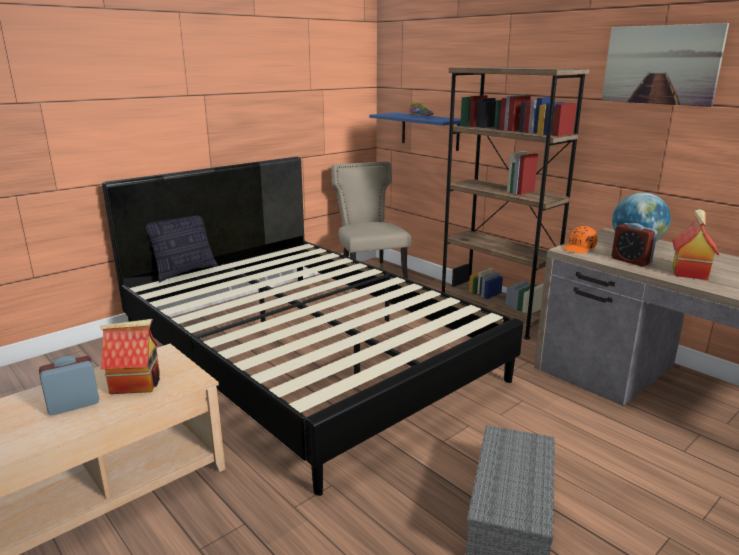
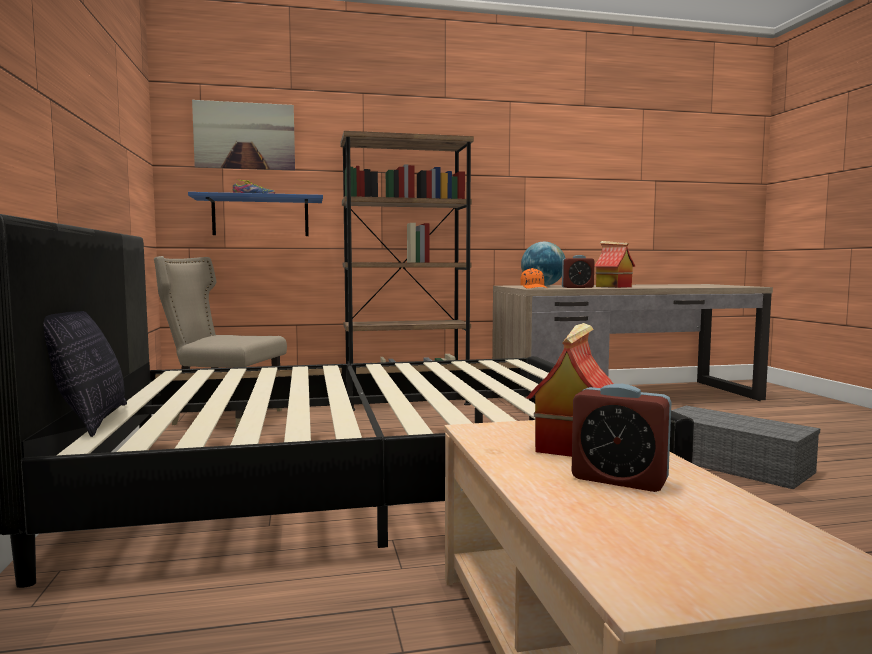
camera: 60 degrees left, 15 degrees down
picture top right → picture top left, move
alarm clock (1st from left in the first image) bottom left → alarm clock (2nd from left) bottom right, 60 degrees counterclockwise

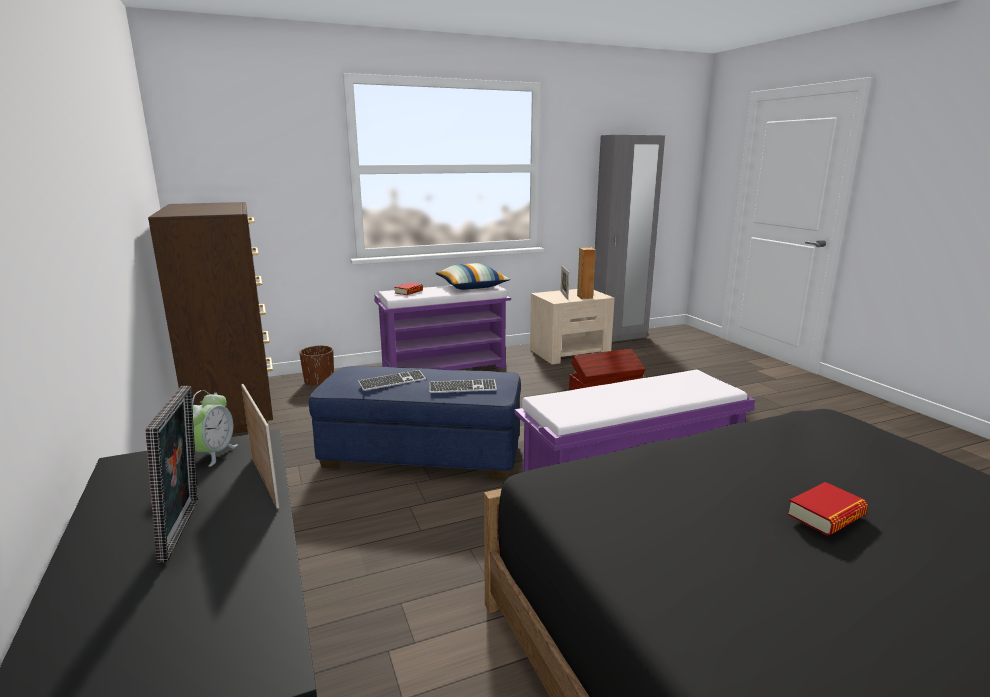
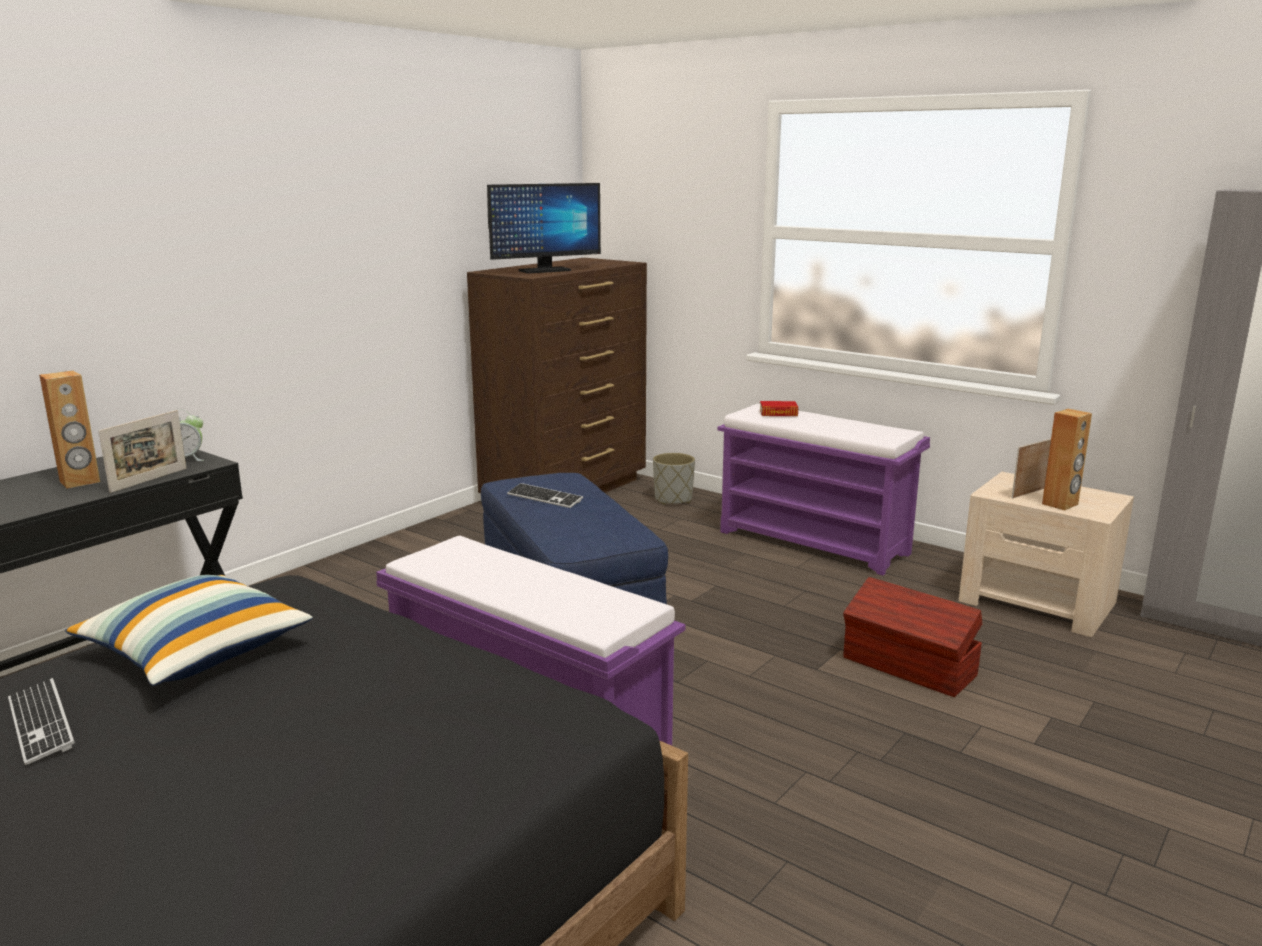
camera: 60 degrees right, 0 degrees up
book (2nd from left) bottom right → -
- → monitor top centre
keyboard (2nd from left in the first image) centre → keyboard (1st from left) bottom left, move
pillow centre → pillow middle left, move
picture frame (1st from left) bottom left → brown speaker (1st from left) middle left
brown planter middle left → grey planter centre

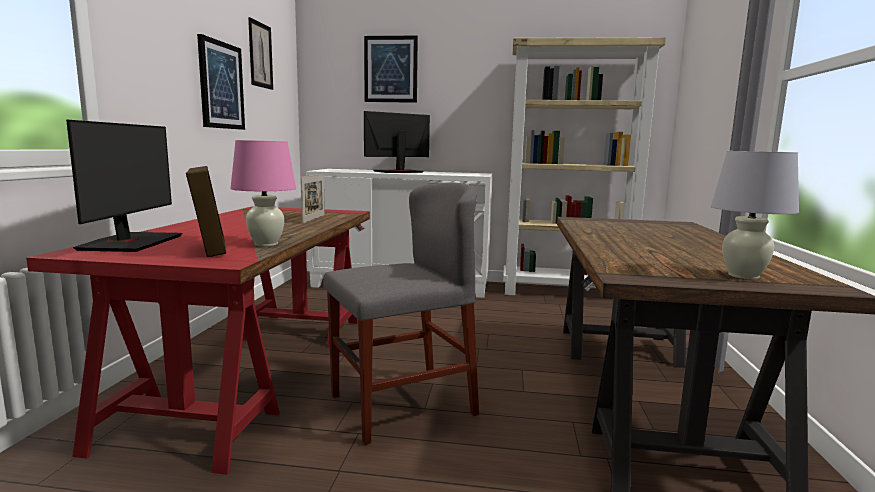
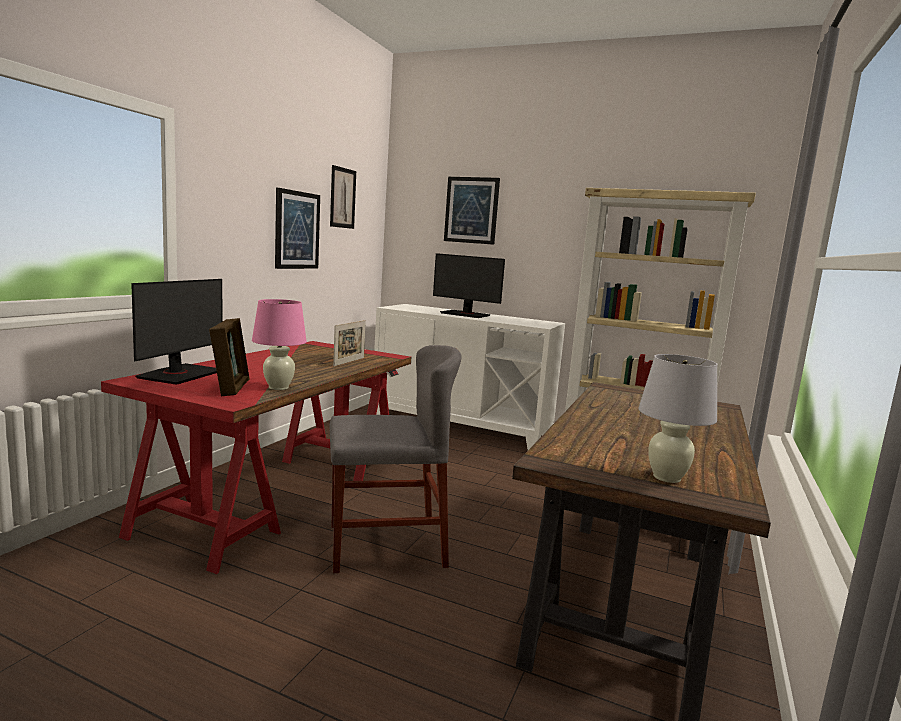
camera: 15 degrees right, 0 degrees up
monitor (2nd from left) top centre → monitor (2nd from left) centre, 135 degrees counterclockwise

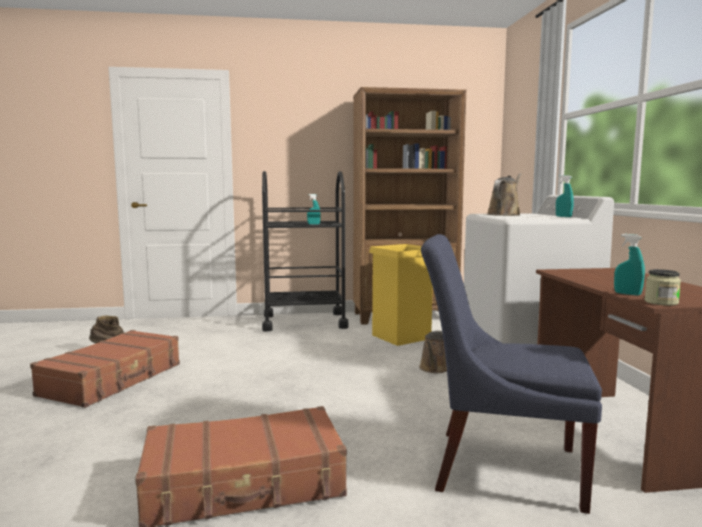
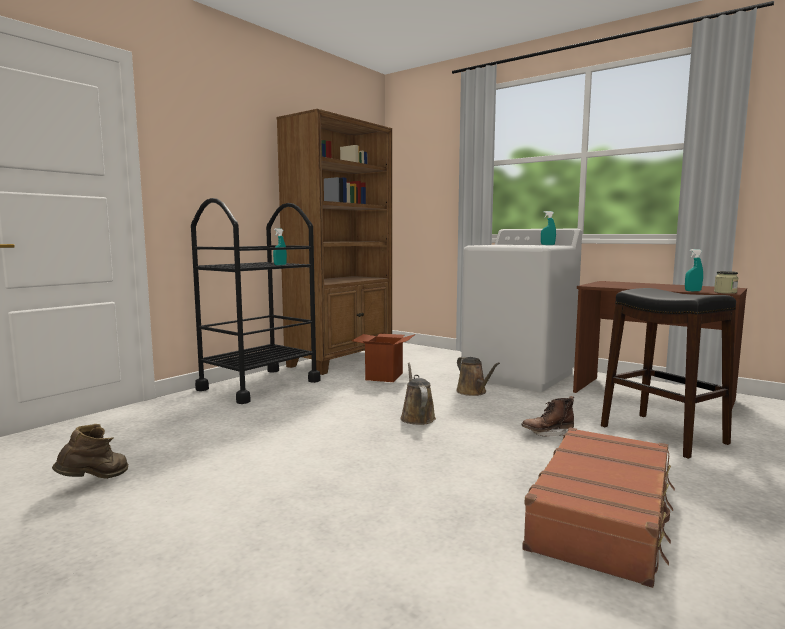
camera: 45 degrees left, 0 degrees up
brown suitcase (1st from left) bottom left → -
- → brown boot (2nd from left) middle right
brown watering can (2nd from left in the first image) middle right → brown watering can (1st from left) centre, move
yellow trash can centre → cardboard box centre
blue chair bottom right → black stool middle right

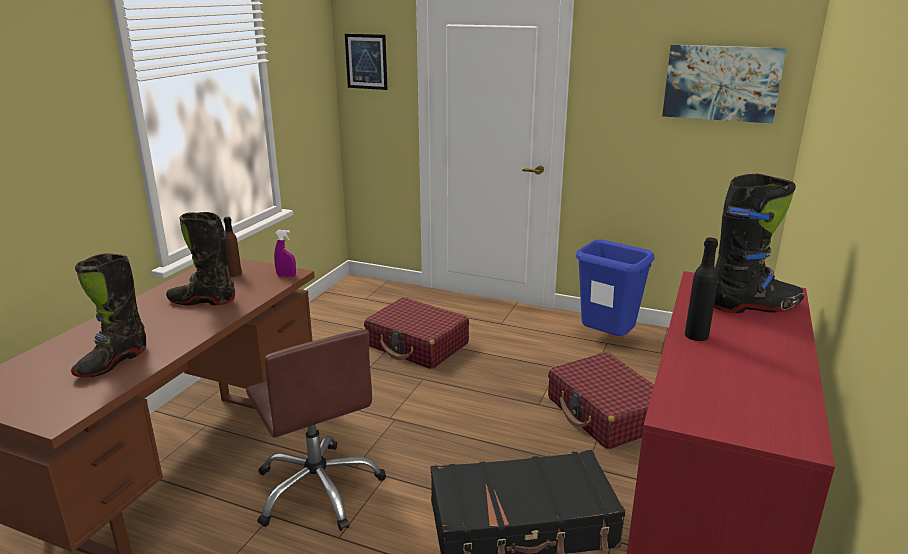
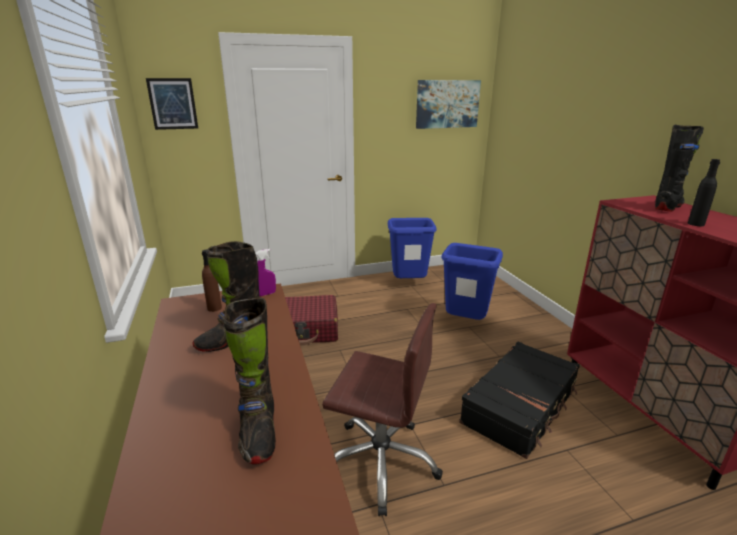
camera: 40 degrees left, 0 degrees up
red suitcase (2nd from left) bottom centre → blue trash can (2nd from left) centre

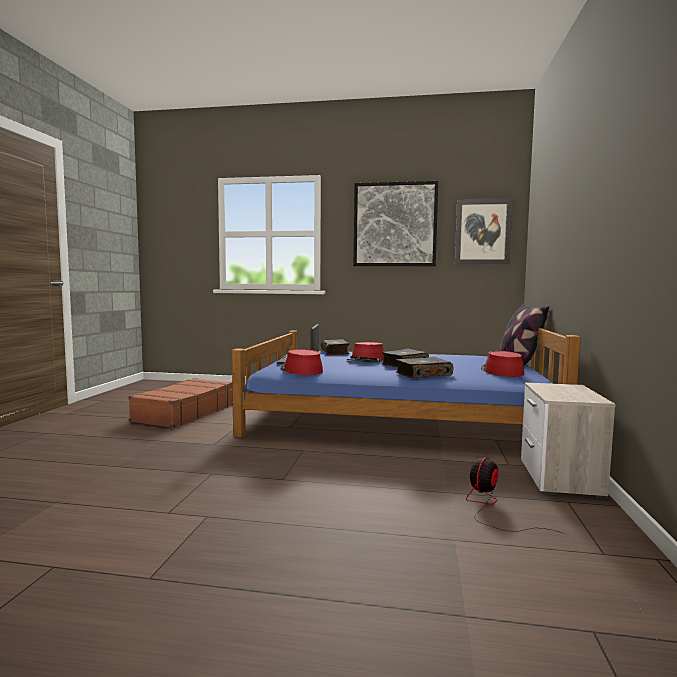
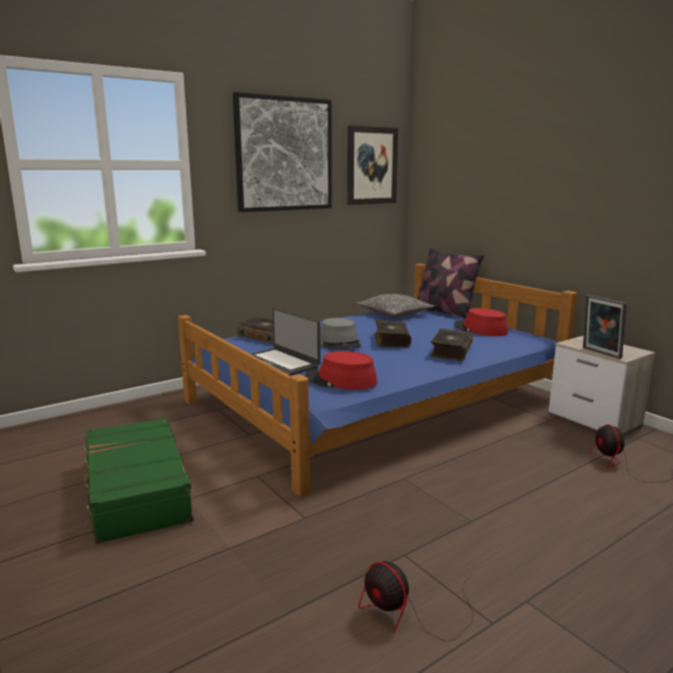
camera: 45 degrees left, 10 degrees up
- → pillow (1st from left) centre
- → fan (1st from left) bottom centre
- → picture frame middle right
brown suitcase middle left → green suitcase bottom left
red hat (2nd from left) centre → grey hat centre

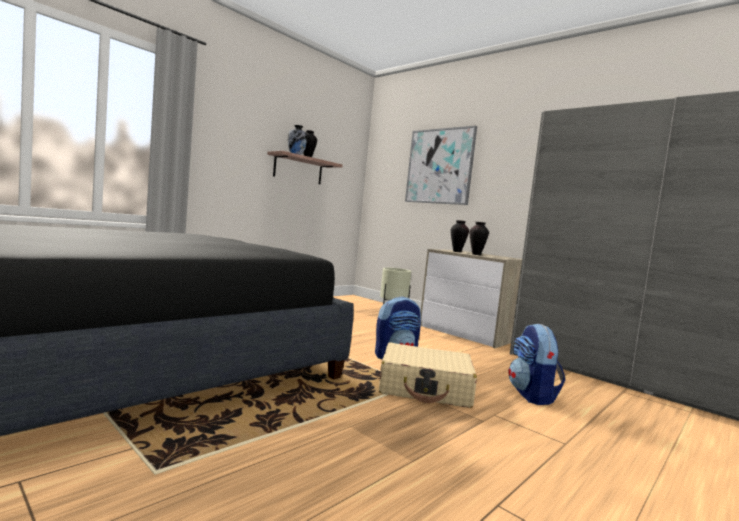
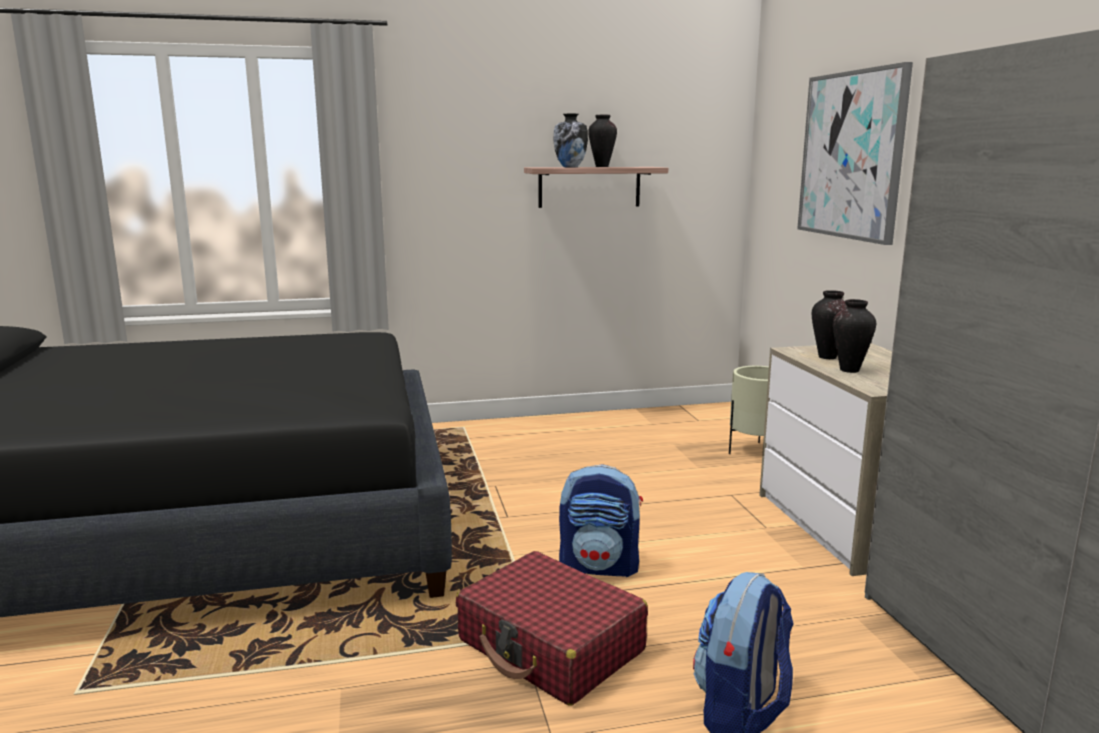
camera: 35 degrees right, 10 degrees up
beige suitcase bottom centre → red suitcase bottom centre

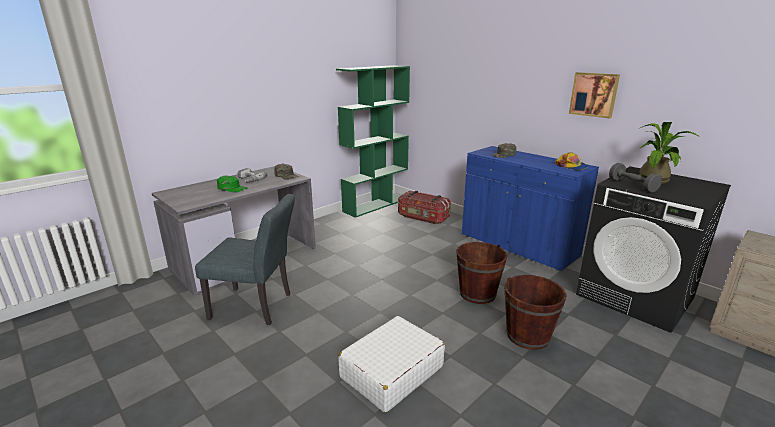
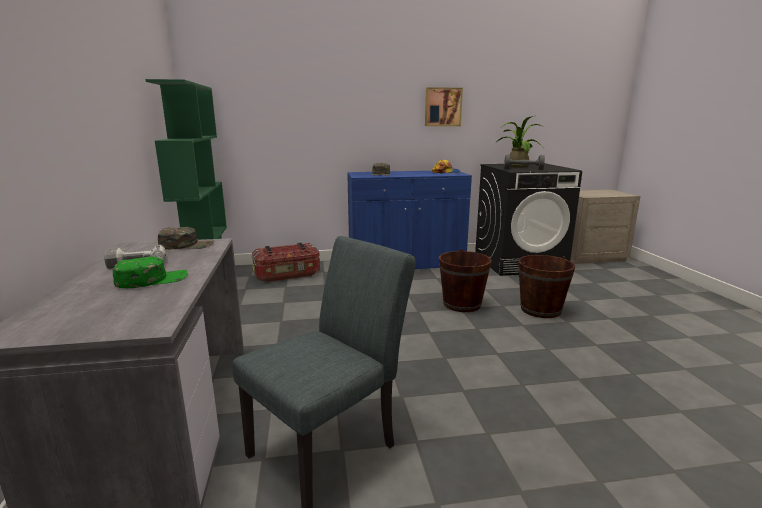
camera: 55 degrees left, 5 degrees down
white suitcase bottom centre → -

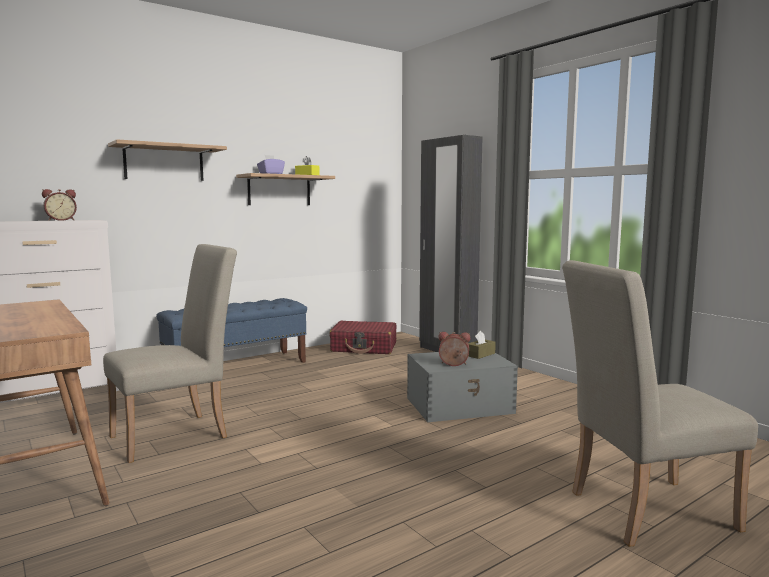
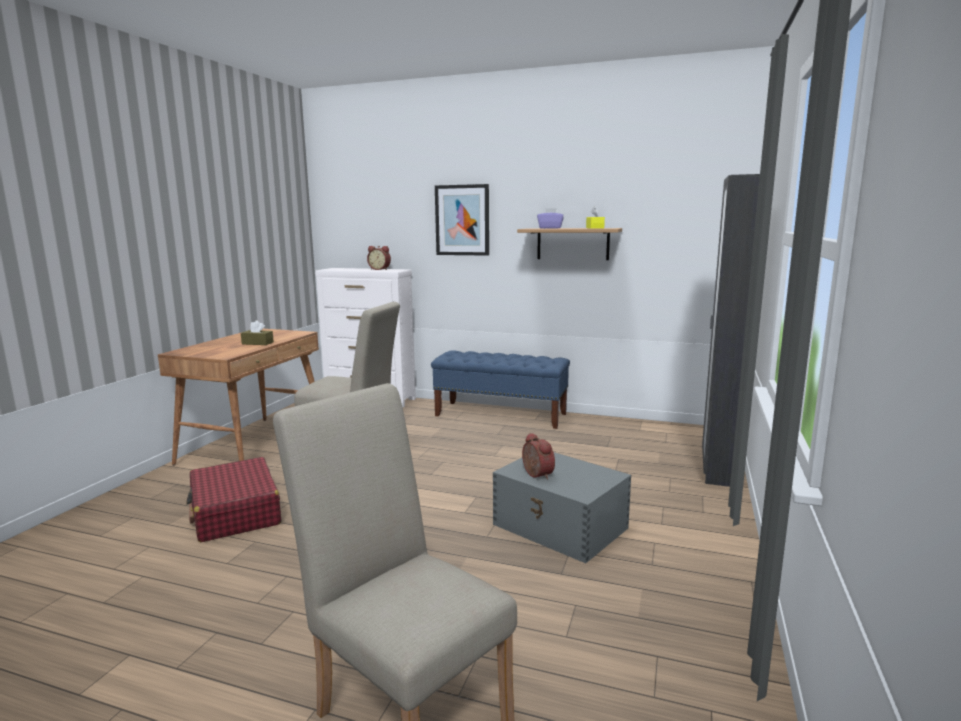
camera: 55 degrees right, 5 degrees up
red suitcase centre → red suitcase bottom left, move
brown tissue box centre → brown tissue box middle left, move
shelf (1st from left) top left → picture top centre

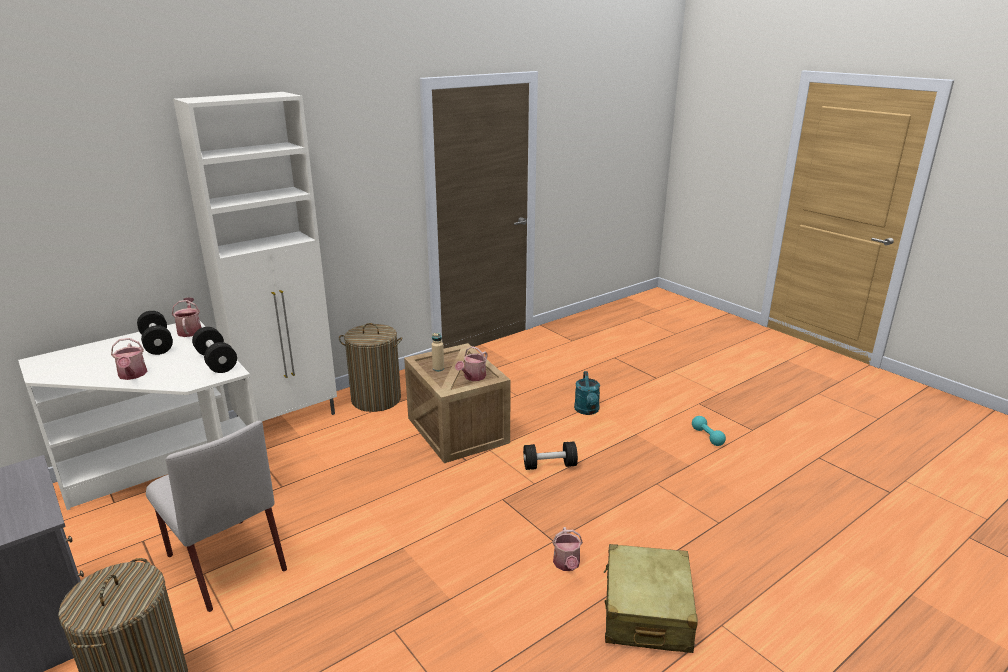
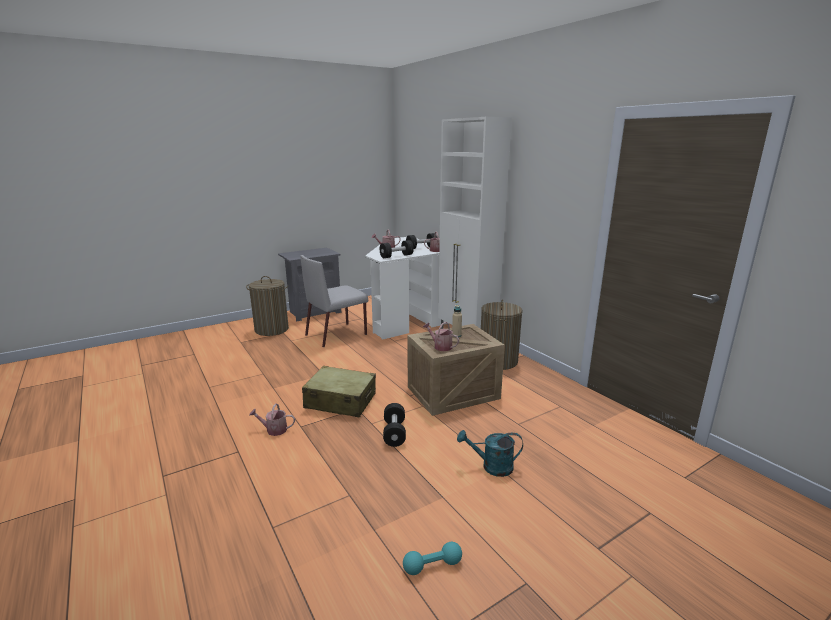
camera: 95 degrees right, 5 degrees down
beige suitcase bottom centre → beige suitcase centre, move

